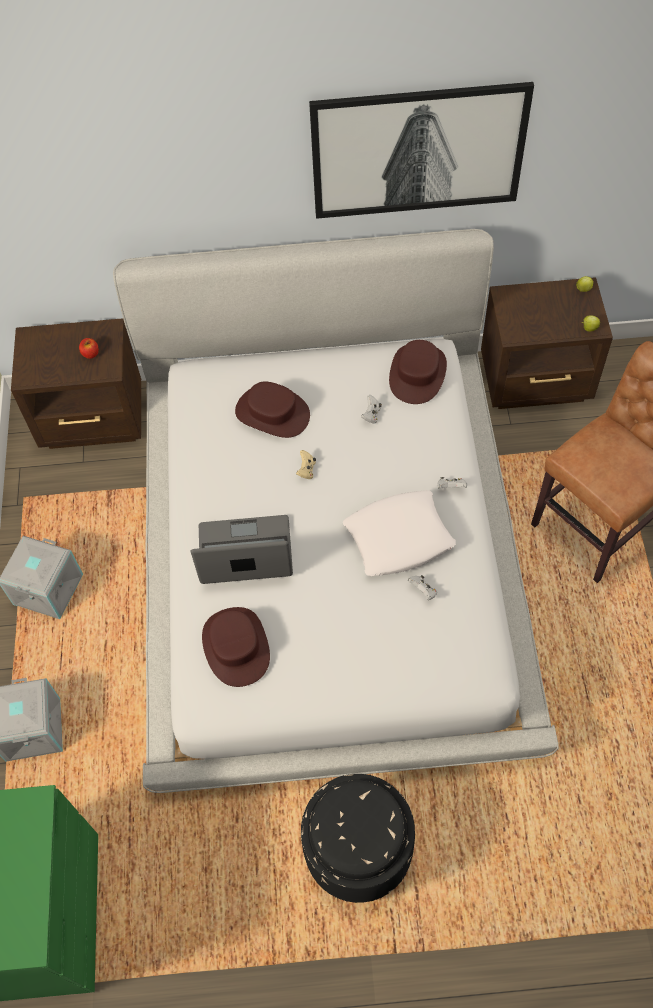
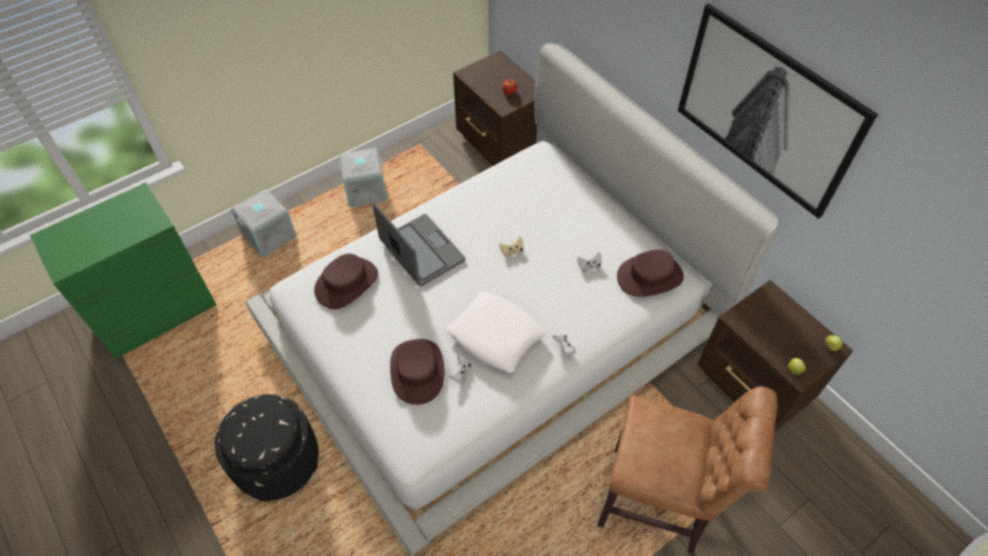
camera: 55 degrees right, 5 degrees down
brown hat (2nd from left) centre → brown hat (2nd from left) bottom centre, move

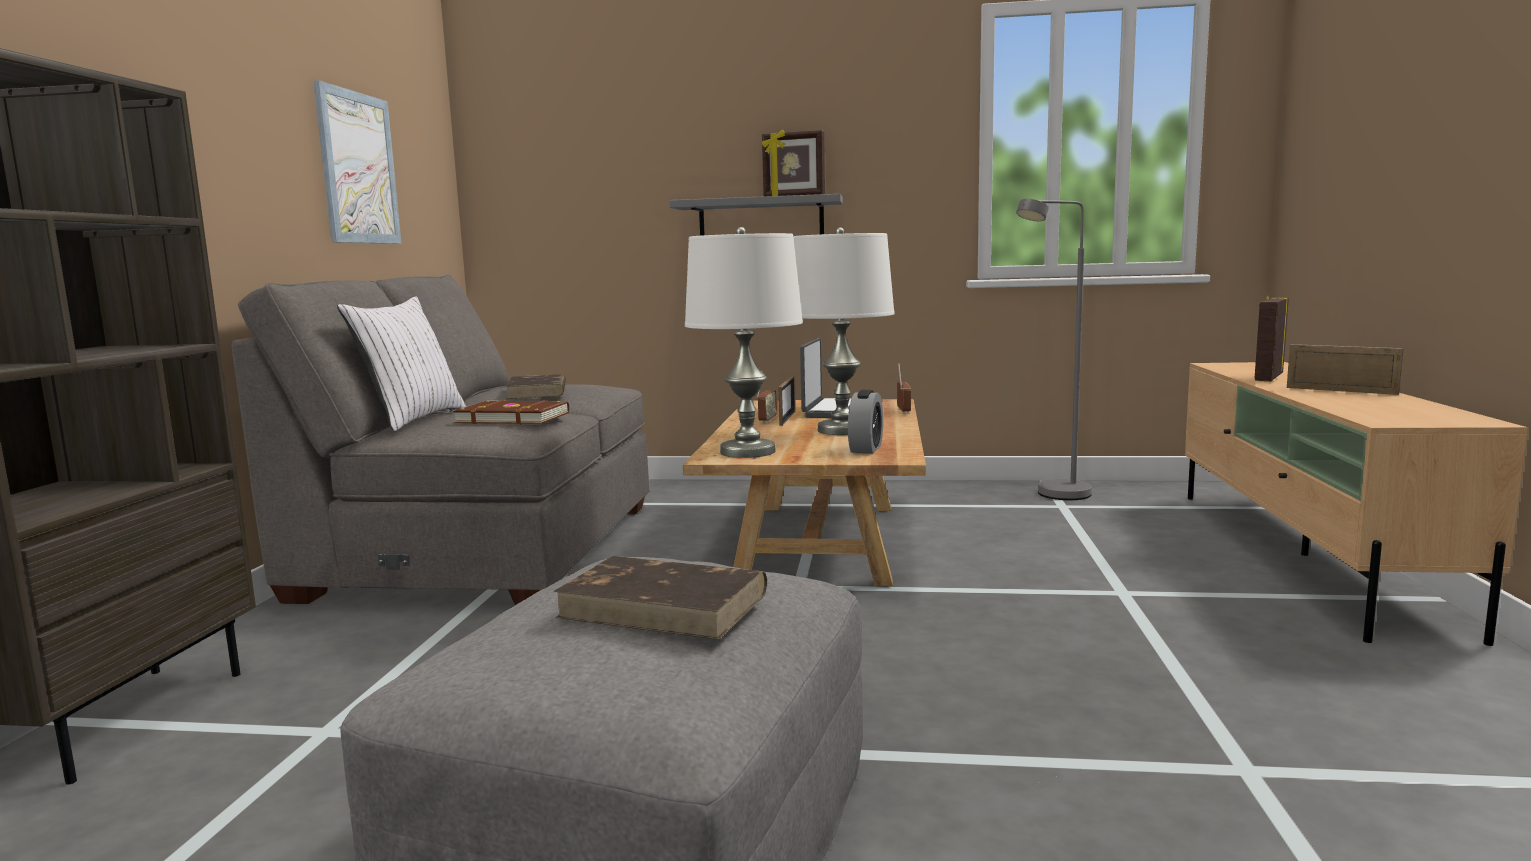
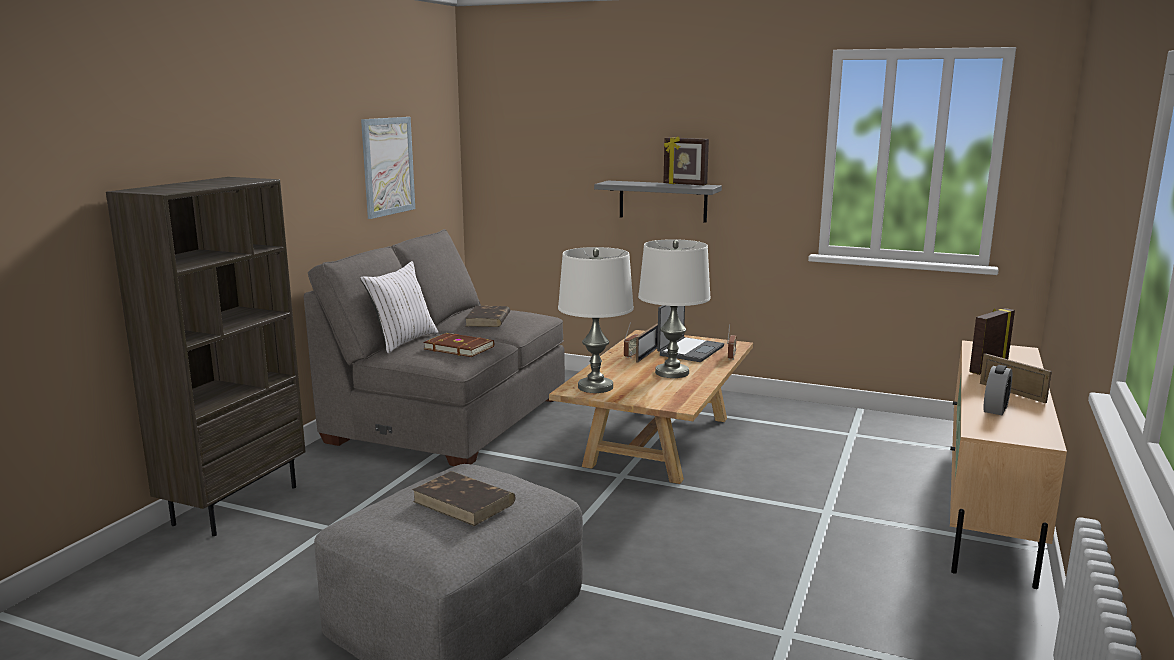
camera: 15 degrees right, 5 degrees up
grey floor lamp middle right → -
alarm clock centre → alarm clock middle right, move

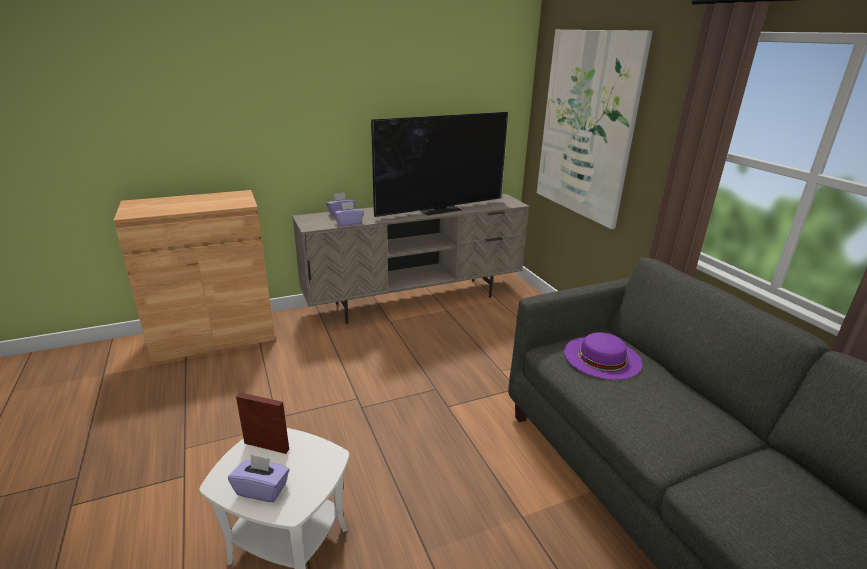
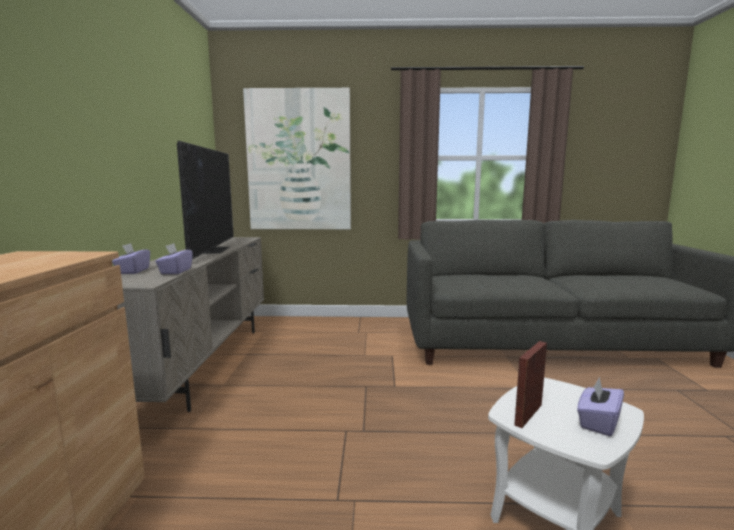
camera: 65 degrees left, 15 degrees down
purple hat middle right → -

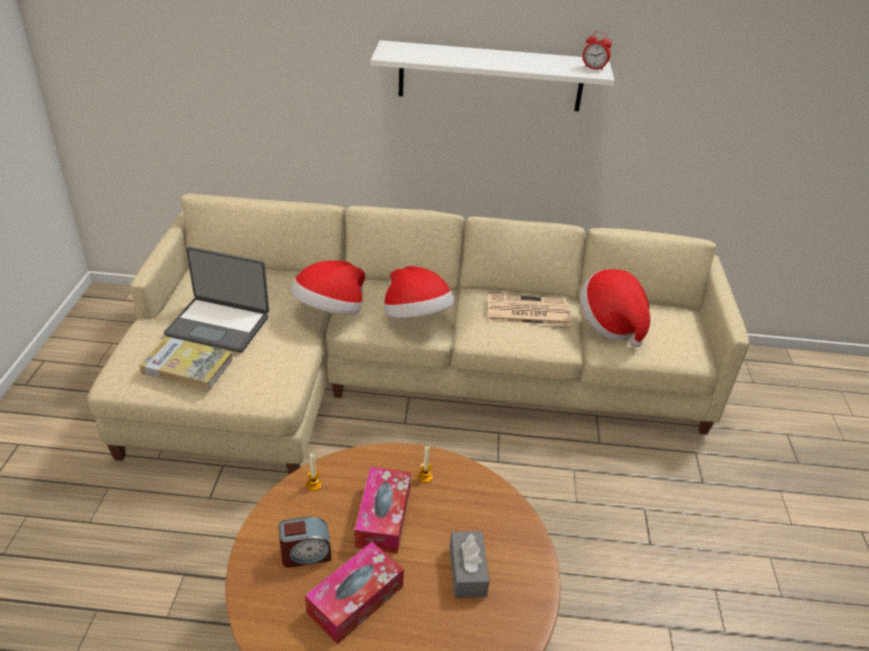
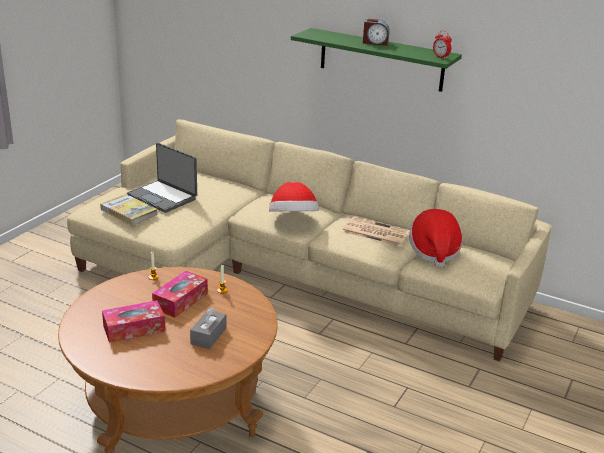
camera: 25 degrees right, 10 degrees down
hat (1st from left) centre → -
alarm clock (1st from left) bottom centre → alarm clock (1st from left) top centre, move
white shelf top centre → green shelf top centre

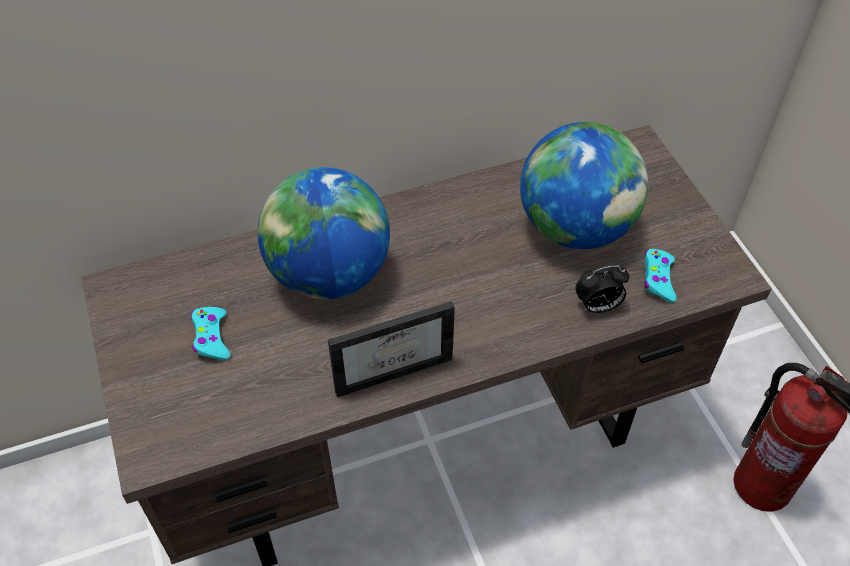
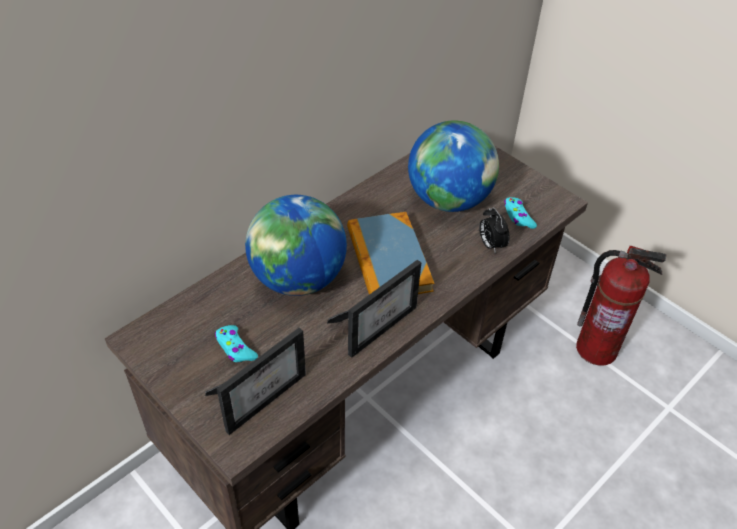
camera: 25 degrees left, 5 degrees down
- → picture frame (1st from left) bottom centre
- → book centre
alarm clock middle right, 105 degrees clockwise

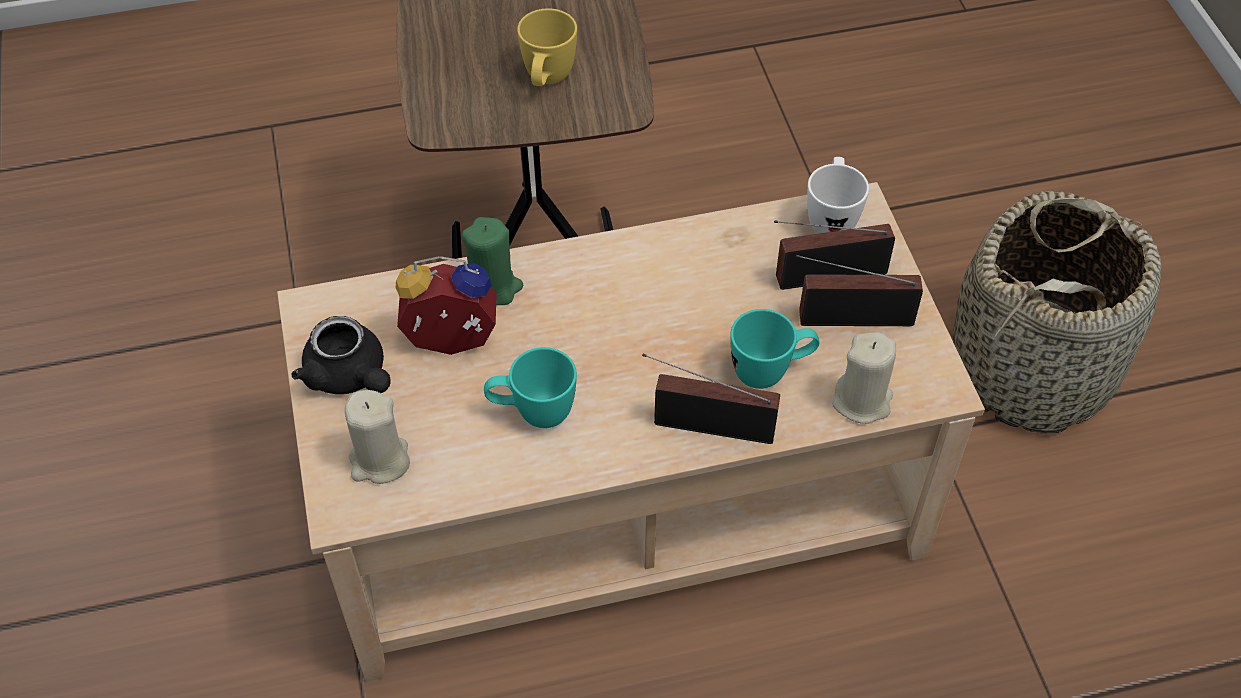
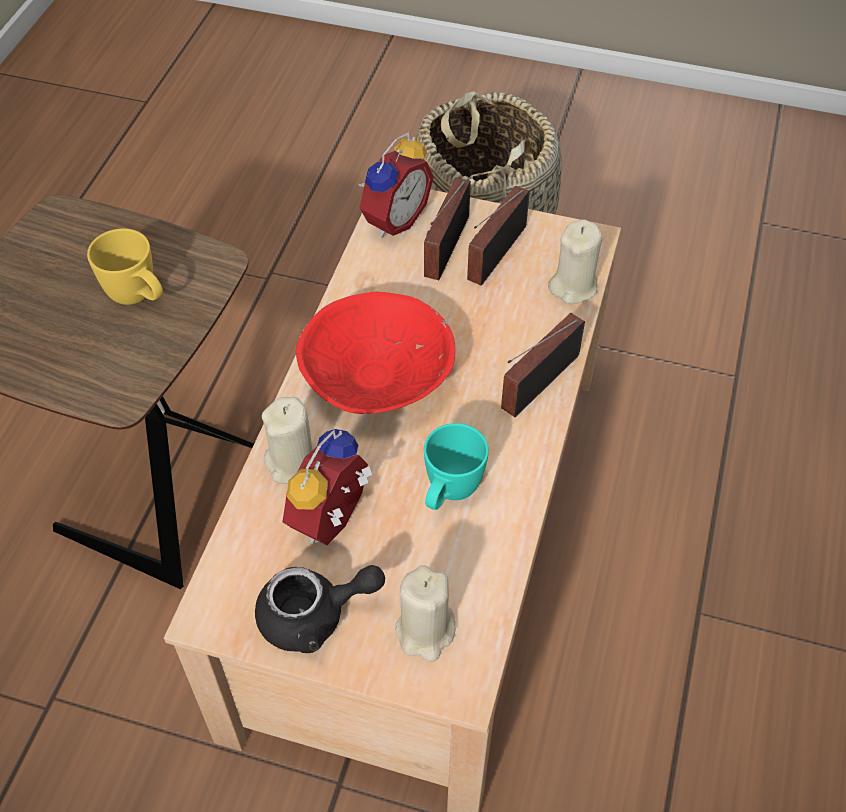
camera: 60 degrees left, 0 degrees up
turquoise mug (2nd from left) centre → -
- → red bowl centre
white mug top right → alarm clock (2nd from left) top centre
green candle centre → beige candle (1st from left) centre

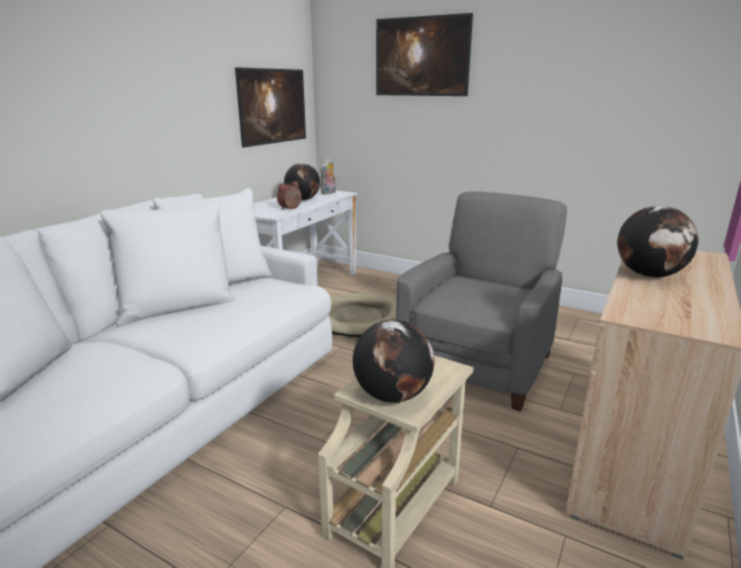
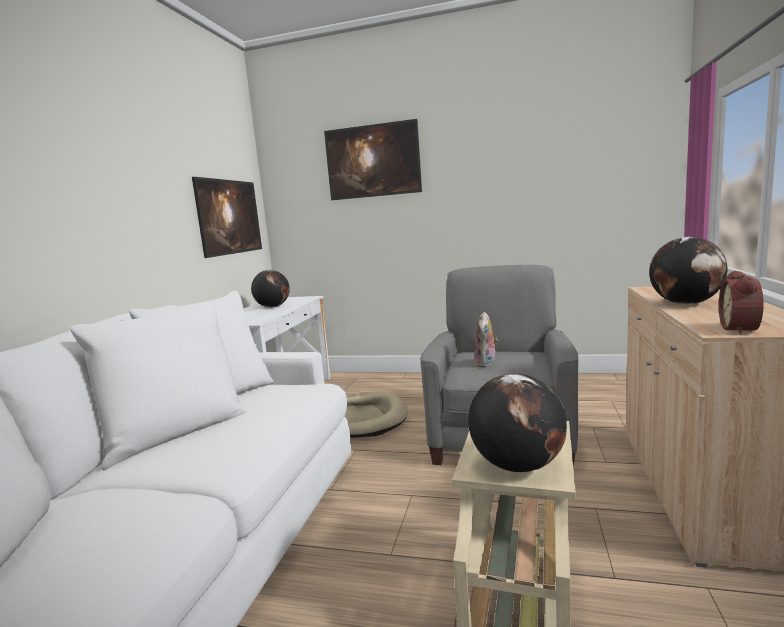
camera: 15 degrees left, 10 degrees down
alarm clock centre → alarm clock middle right, move
plush toy top centre → plush toy centre, move

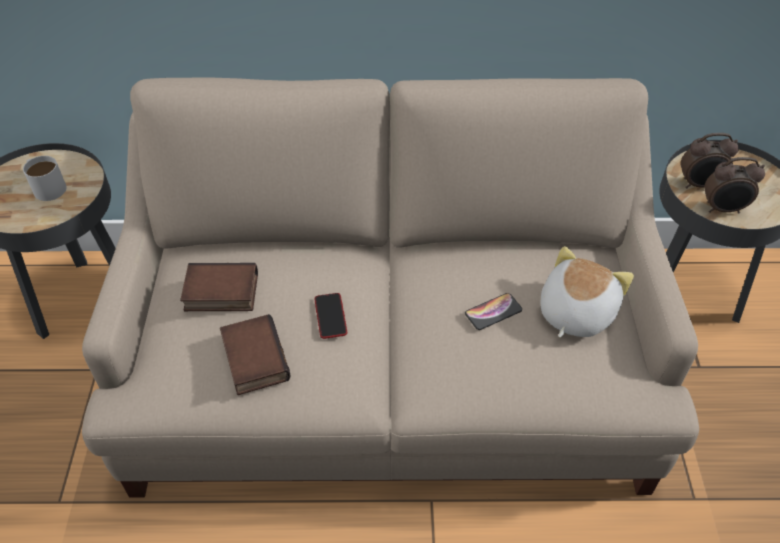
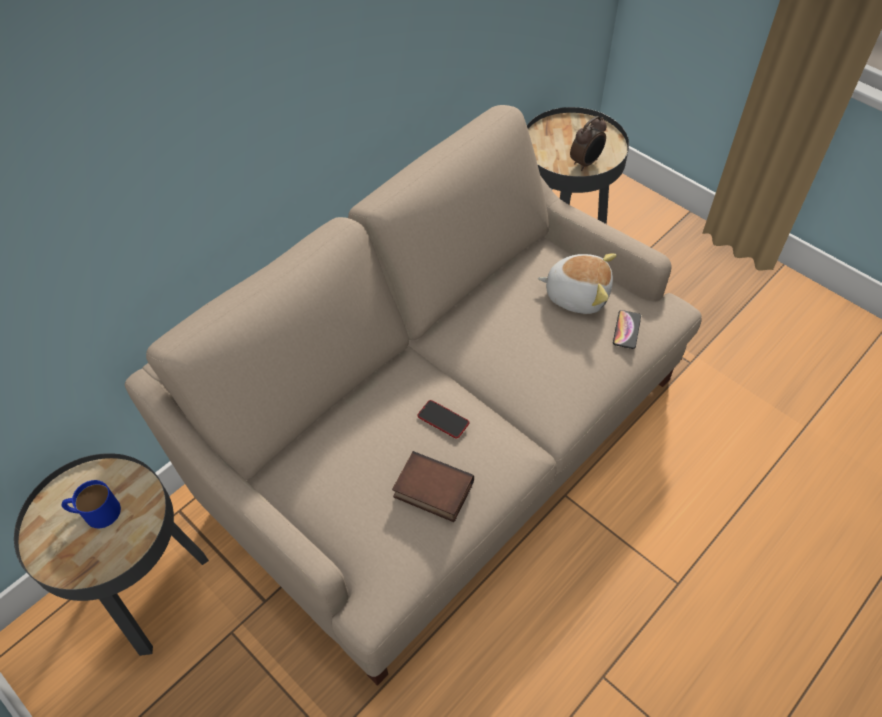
camera: 45 degrees left, 5 degrees up
book (1st from left) middle left → -
alarm clock (1st from left) top right → -
phone (2nd from left) centre → phone (2nd from left) middle right, move
white mug top left → blue mug bottom left
plush toy middle right → plush toy centre, 120 degrees clockwise

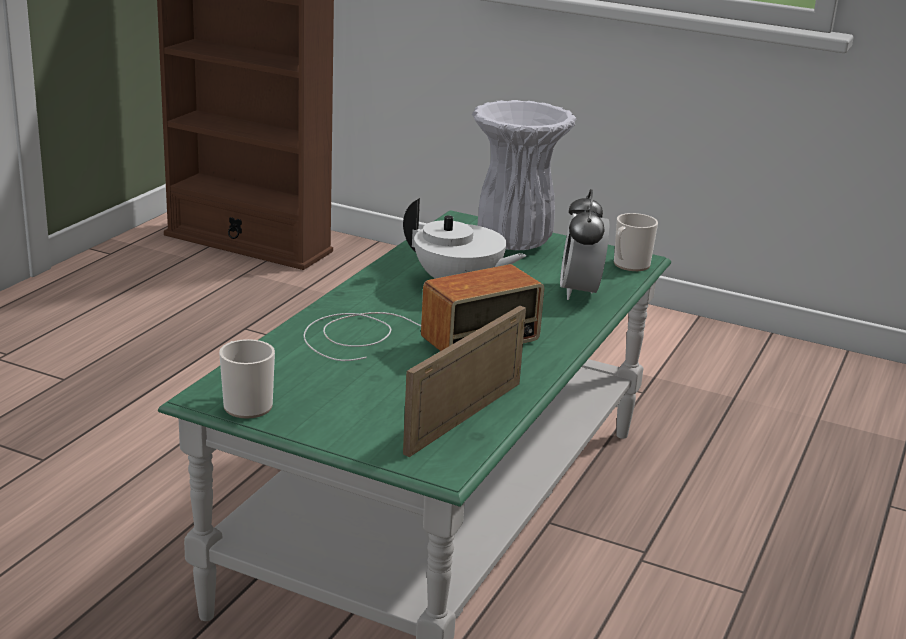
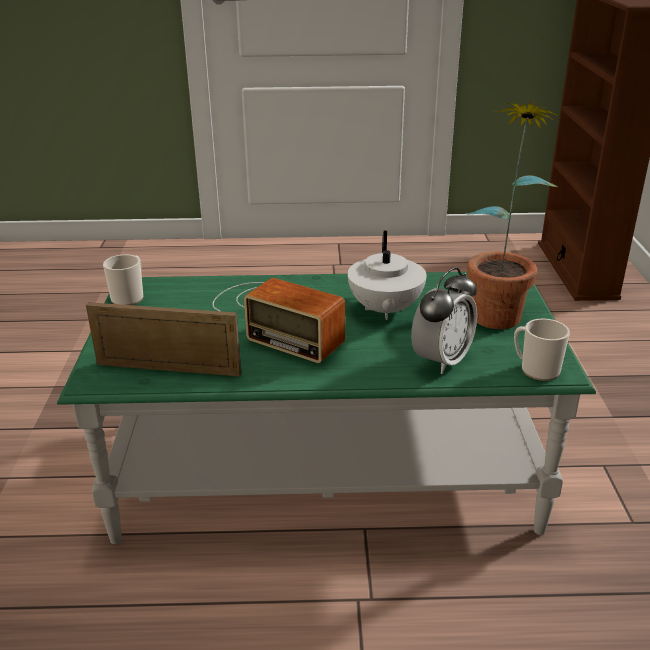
camera: 65 degrees right, 5 degrees up
white vase top centre → potted plant top right
alarm clock centre → alarm clock middle right, 150 degrees clockwise

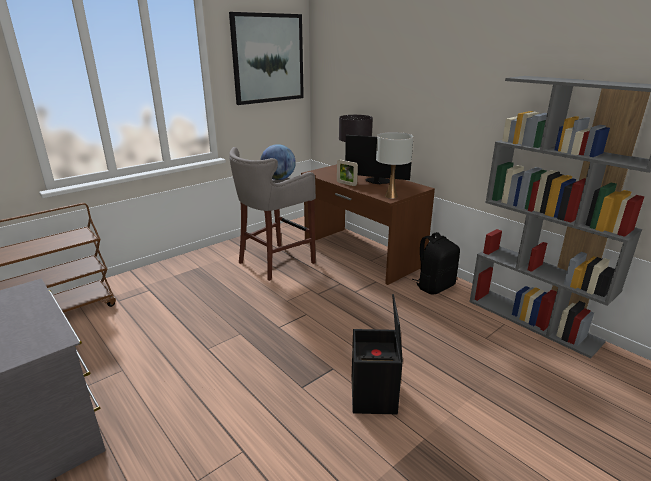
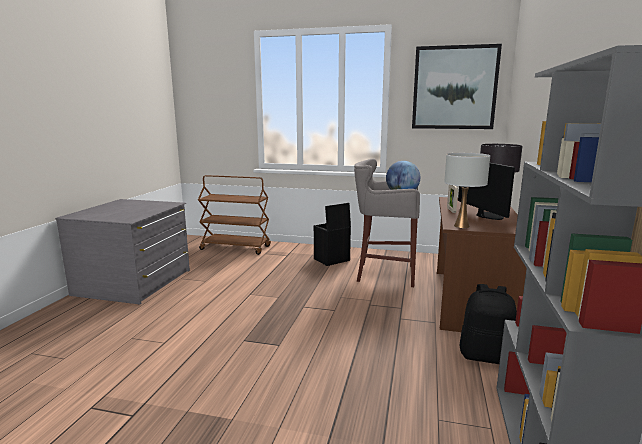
camera: 55 degrees right, 10 degrees down
black storage box bottom centre → black storage box centre, move

